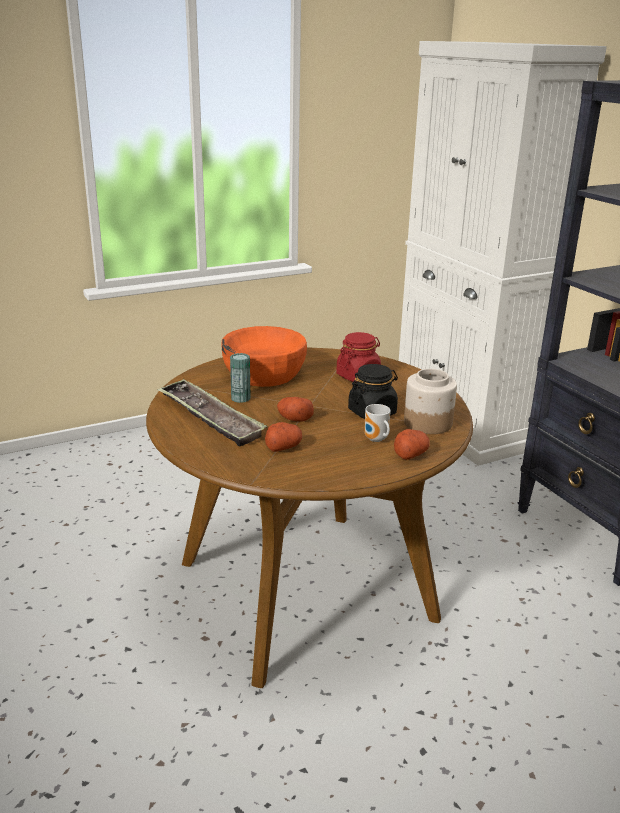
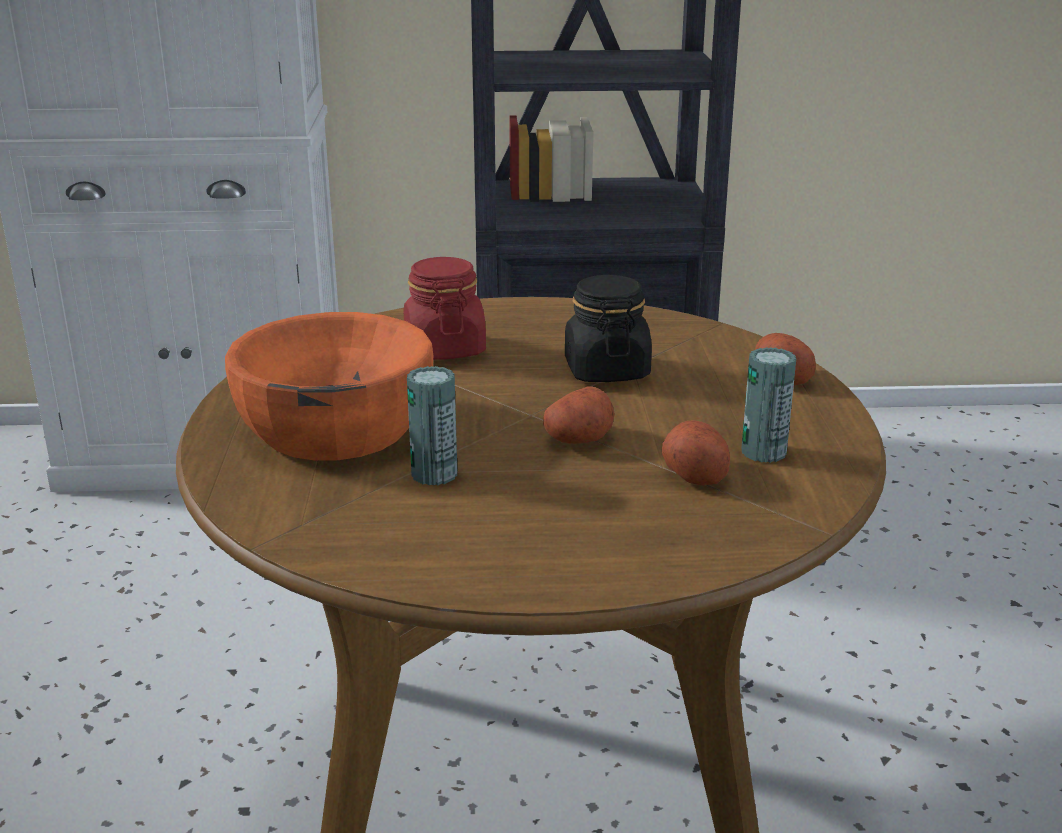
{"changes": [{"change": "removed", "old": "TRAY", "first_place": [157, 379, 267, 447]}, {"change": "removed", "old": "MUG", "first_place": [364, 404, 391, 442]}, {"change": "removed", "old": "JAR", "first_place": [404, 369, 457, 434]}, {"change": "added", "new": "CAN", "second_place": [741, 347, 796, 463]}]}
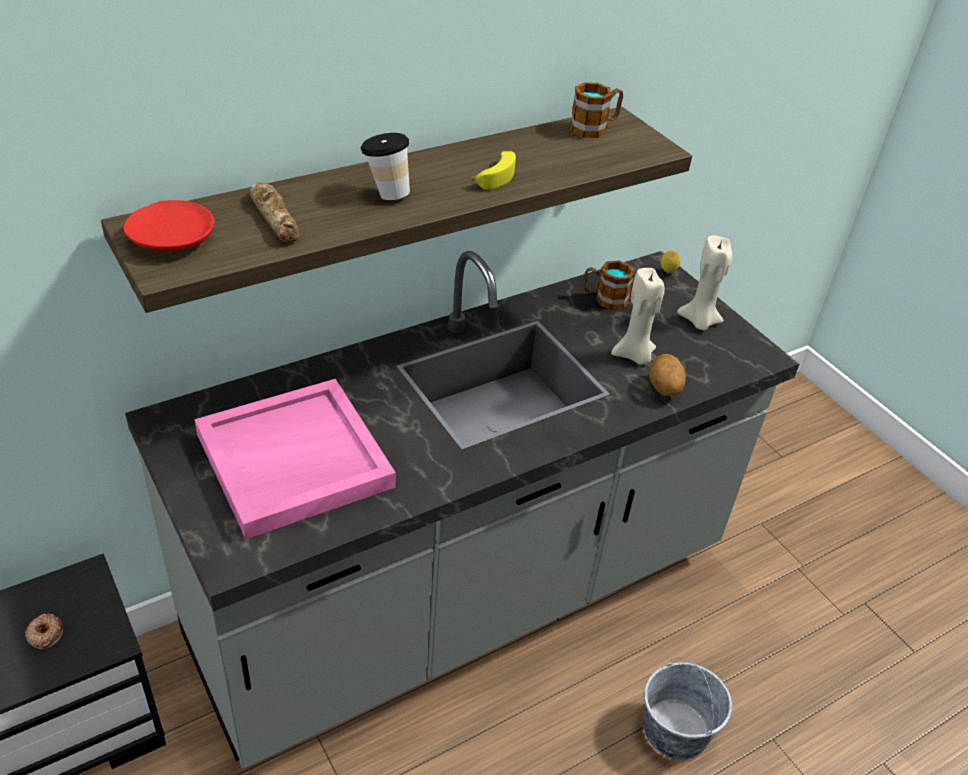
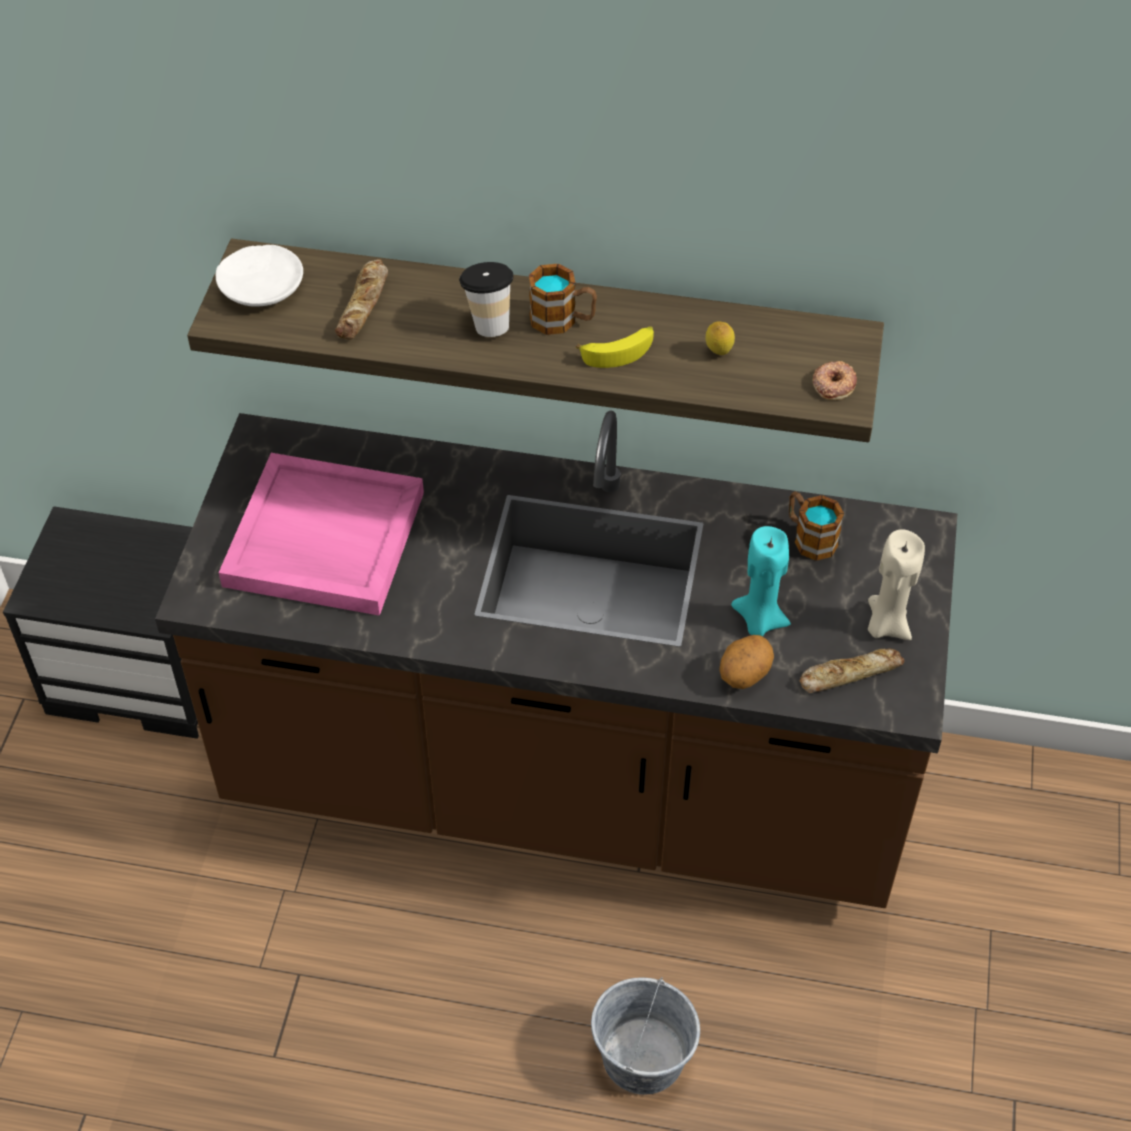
{"changes": [{"change": "added", "new": "BREAD", "second_place": [800, 648, 904, 693]}, {"change": "moved", "old": "DONUT", "first_place": [25, 613, 63, 650], "second_place": [813, 361, 857, 400]}, {"change": "moved", "old": "MUG", "first_place": [570, 82, 623, 138], "second_place": [529, 264, 597, 335]}, {"change": "moved", "old": "LEMON", "first_place": [661, 251, 681, 274], "second_place": [706, 321, 735, 355]}, {"change": "recoloured", "old": "RED PLATE", "new": "WHITE PLATE", "first_place": [123, 200, 214, 252], "second_place": [216, 245, 303, 307]}, {"change": "recoloured", "old": "GREY COUNTER", "new": "BROWN COUNTER", "first_place": [125, 251, 799, 769], "second_place": [155, 410, 958, 908]}, {"change": "recoloured", "old": "BEIGE CANDLE", "new": "TURQUOISE CANDLE", "first_place": [611, 268, 664, 365], "second_place": [731, 526, 791, 637]}]}
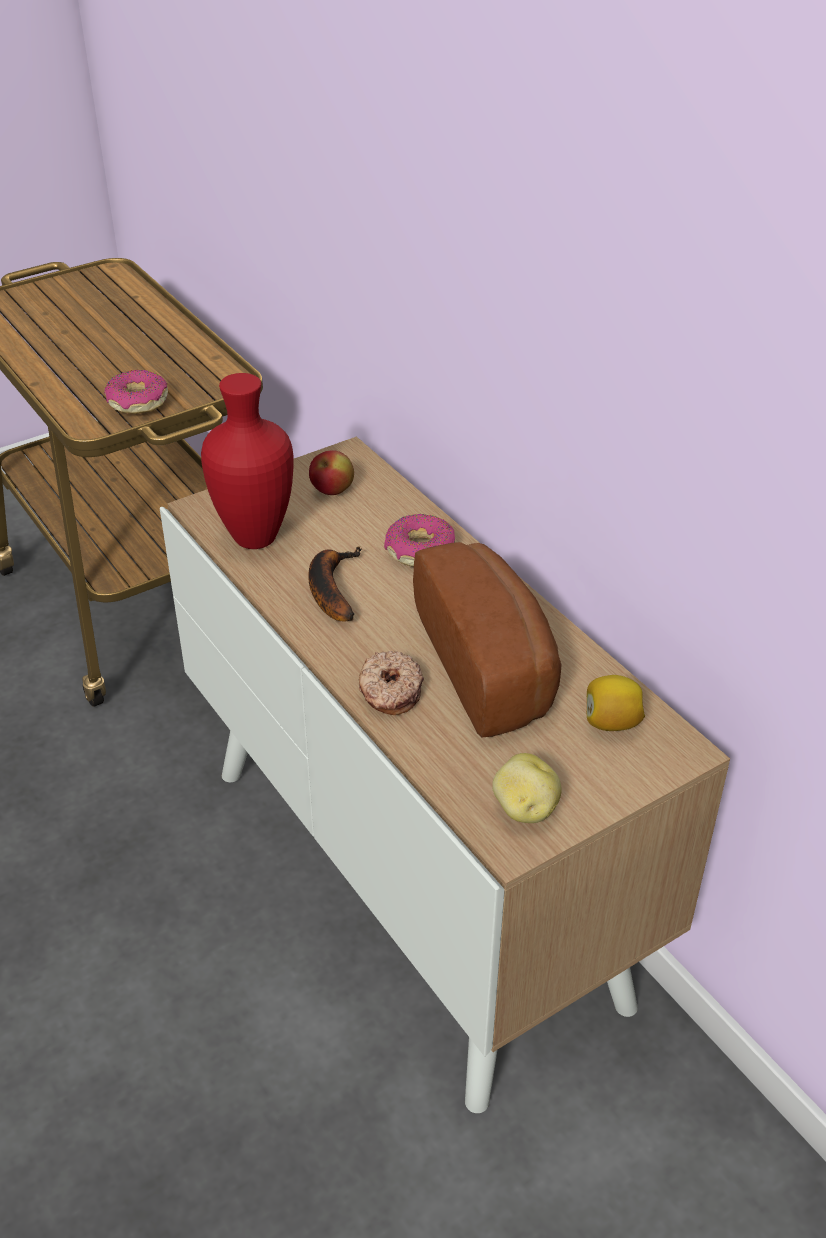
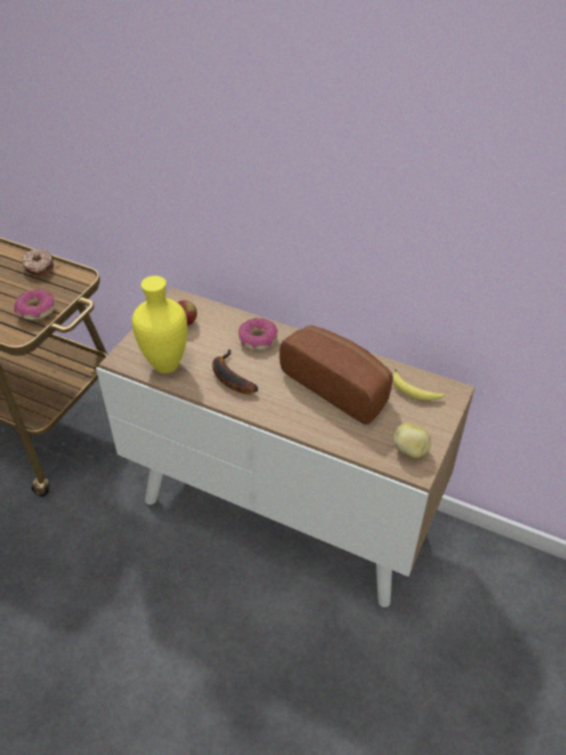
{"changes": [{"change": "moved", "old": "DONUT", "first_place": [359, 651, 424, 715], "second_place": [22, 249, 54, 275]}, {"change": "replaced", "old": "LEMON", "new": "BANANA", "first_place": [587, 675, 645, 731], "second_place": [393, 369, 445, 400]}, {"change": "recoloured", "old": "RED VASE", "new": "YELLOW VASE", "first_place": [201, 373, 294, 549], "second_place": [132, 276, 188, 373]}]}
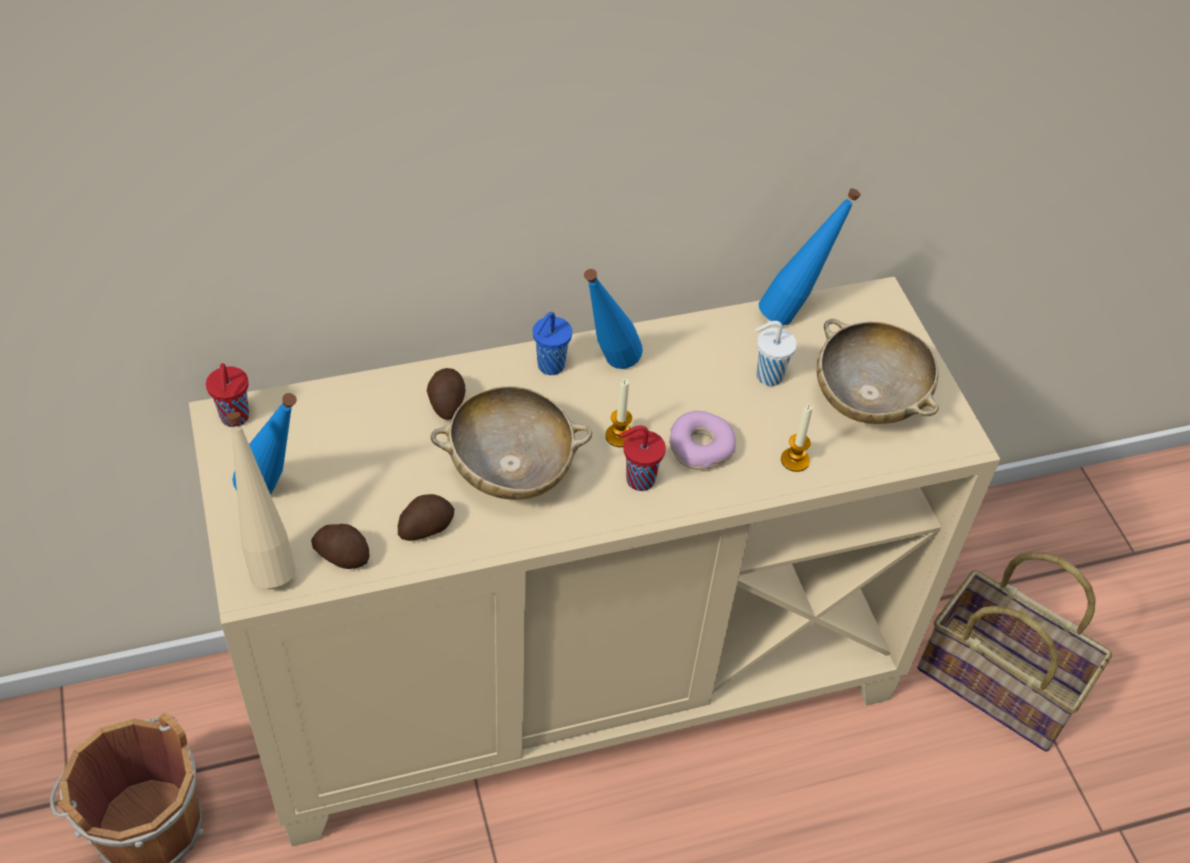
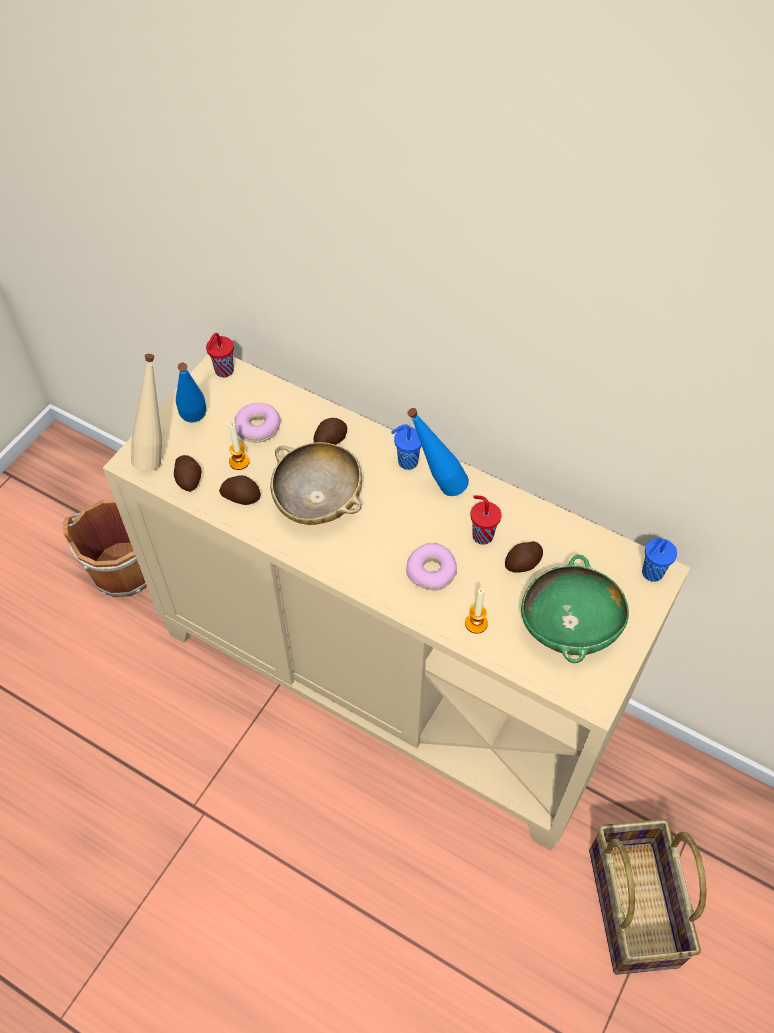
{"changes": [{"change": "removed", "old": "BLUE BOTTLE", "first_place": [759, 188, 861, 325]}, {"change": "added", "new": "DONUT", "second_place": [235, 403, 281, 442]}, {"change": "added", "new": "BLUE CUP", "second_place": [642, 538, 677, 582]}, {"change": "moved", "old": "CANDLE", "first_place": [605, 379, 632, 447], "second_place": [229, 423, 250, 470]}, {"change": "moved", "old": "RED CUP", "first_place": [620, 426, 666, 491], "second_place": [471, 496, 501, 545]}, {"change": "replaced", "old": "WHITE CUP", "new": "POTATO", "first_place": [755, 321, 797, 386], "second_place": [505, 541, 543, 573]}, {"change": "recoloured", "old": "BEIGE BOWL", "new": "GREEN BOWL", "first_place": [816, 319, 939, 424], "second_place": [521, 555, 629, 663]}]}
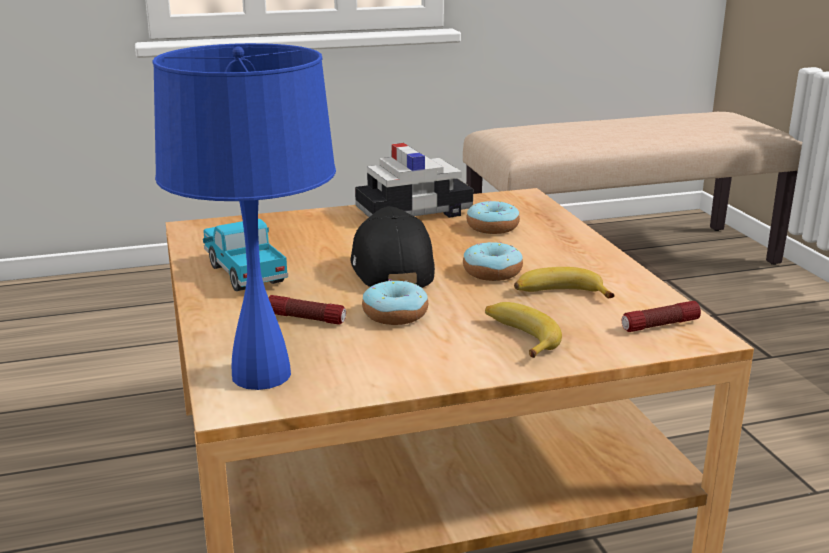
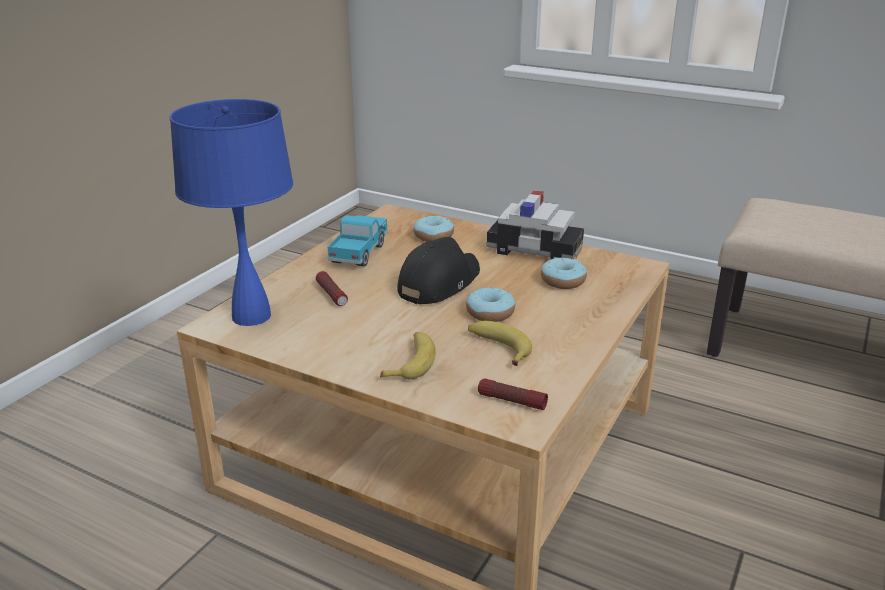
{"changes": [{"change": "moved", "old": "DONUT", "first_place": [362, 279, 428, 325], "second_place": [413, 216, 454, 242]}]}
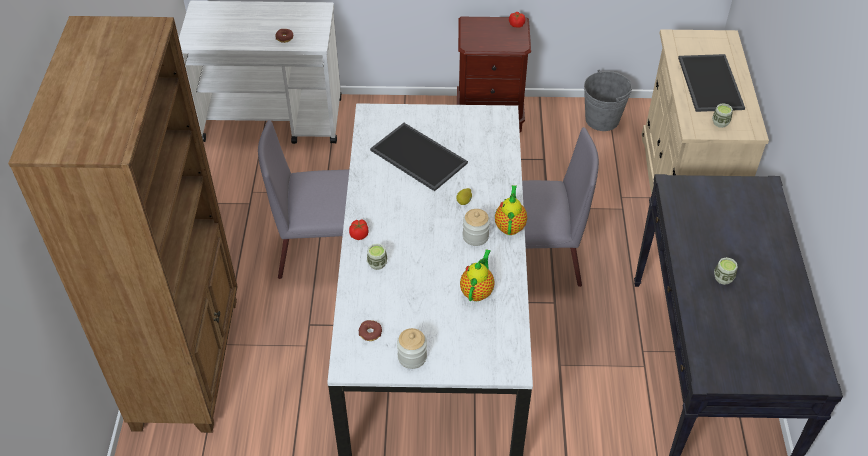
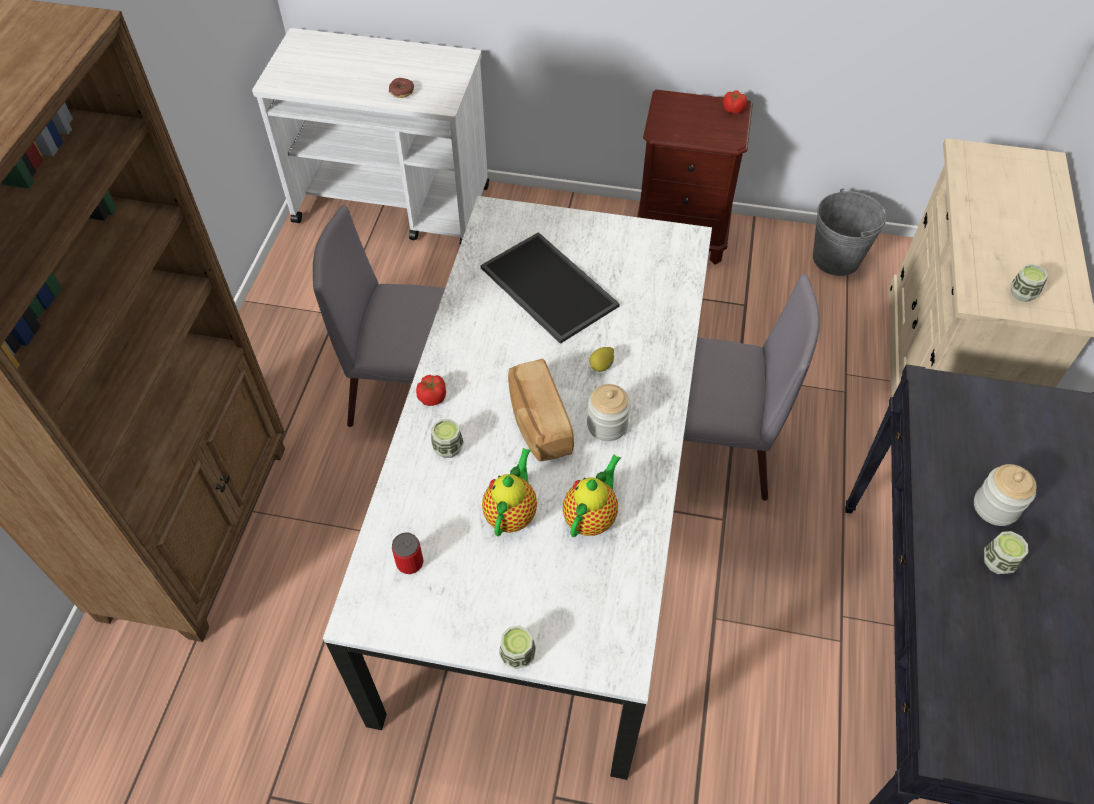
{"changes": [{"change": "removed", "old": "TRAY", "first_place": [678, 54, 745, 112]}, {"change": "added", "new": "CUP", "second_place": [499, 626, 536, 669]}, {"change": "added", "new": "BREAD", "second_place": [508, 359, 574, 462]}, {"change": "moved", "old": "JAR", "first_place": [397, 328, 427, 369], "second_place": [974, 464, 1036, 526]}, {"change": "moved", "old": "TEAPOT", "first_place": [495, 185, 527, 235], "second_place": [482, 448, 537, 536]}, {"change": "replaced", "old": "DONUT", "new": "CAN", "first_place": [359, 320, 382, 341], "second_place": [392, 532, 423, 574]}]}
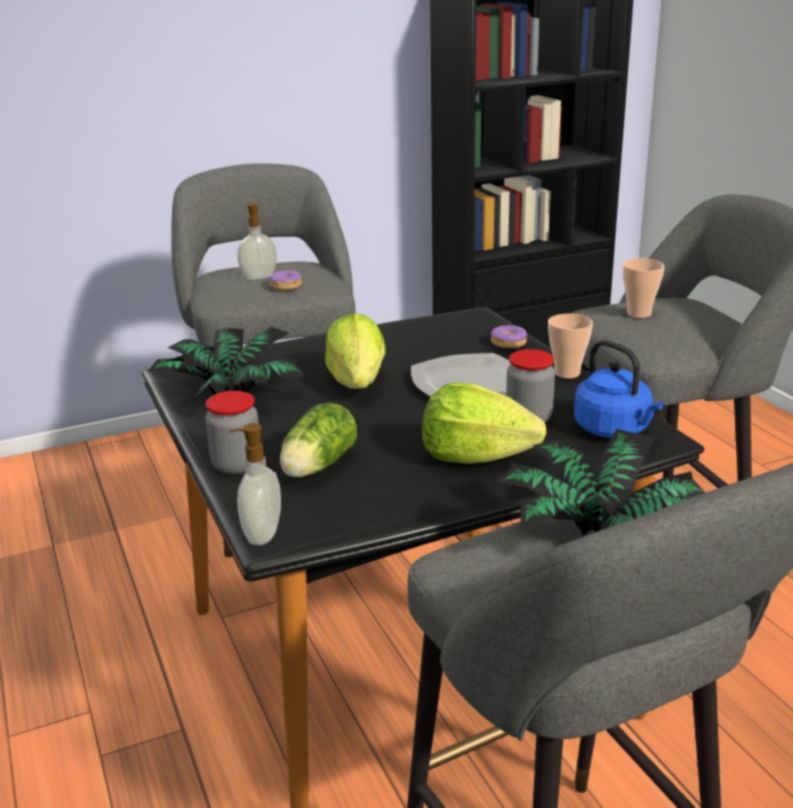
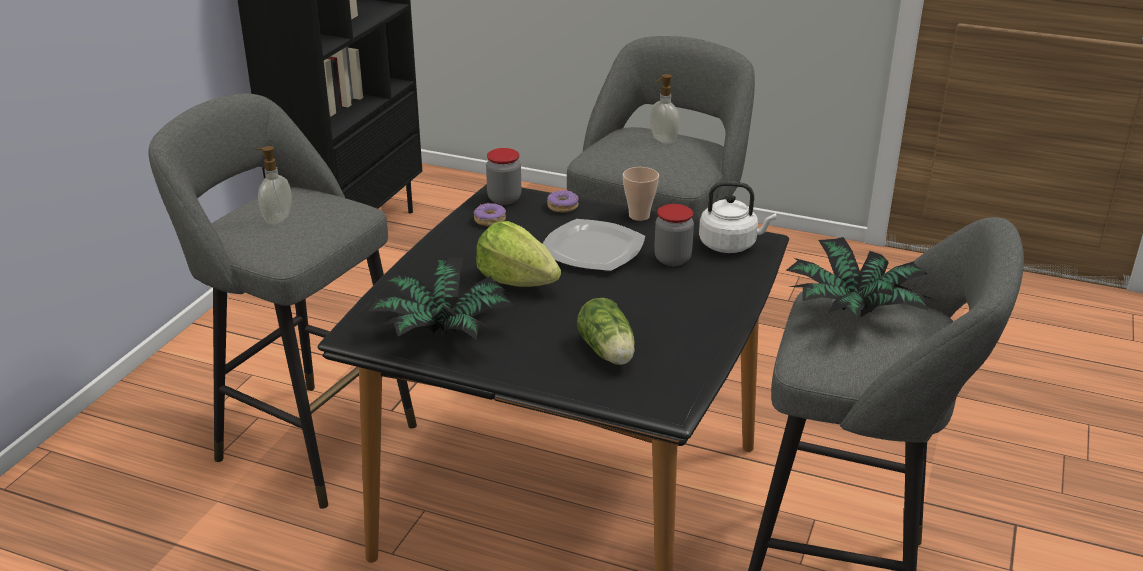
{"changes": [{"change": "removed", "old": "LETTUCE", "first_place": [422, 382, 546, 464]}, {"change": "removed", "old": "CUP", "first_place": [623, 258, 665, 318]}, {"change": "moved", "old": "JAR", "first_place": [205, 391, 259, 475], "second_place": [486, 148, 521, 205]}, {"change": "moved", "old": "SOAP DISPENSER", "first_place": [229, 423, 281, 545], "second_place": [650, 74, 679, 144]}, {"change": "moved", "old": "DONUT", "first_place": [268, 269, 302, 290], "second_place": [474, 203, 506, 226]}, {"change": "recoloured", "old": "BLUE KETTLE", "new": "WHITE KETTLE", "first_place": [574, 340, 663, 438], "second_place": [699, 181, 776, 253]}]}
